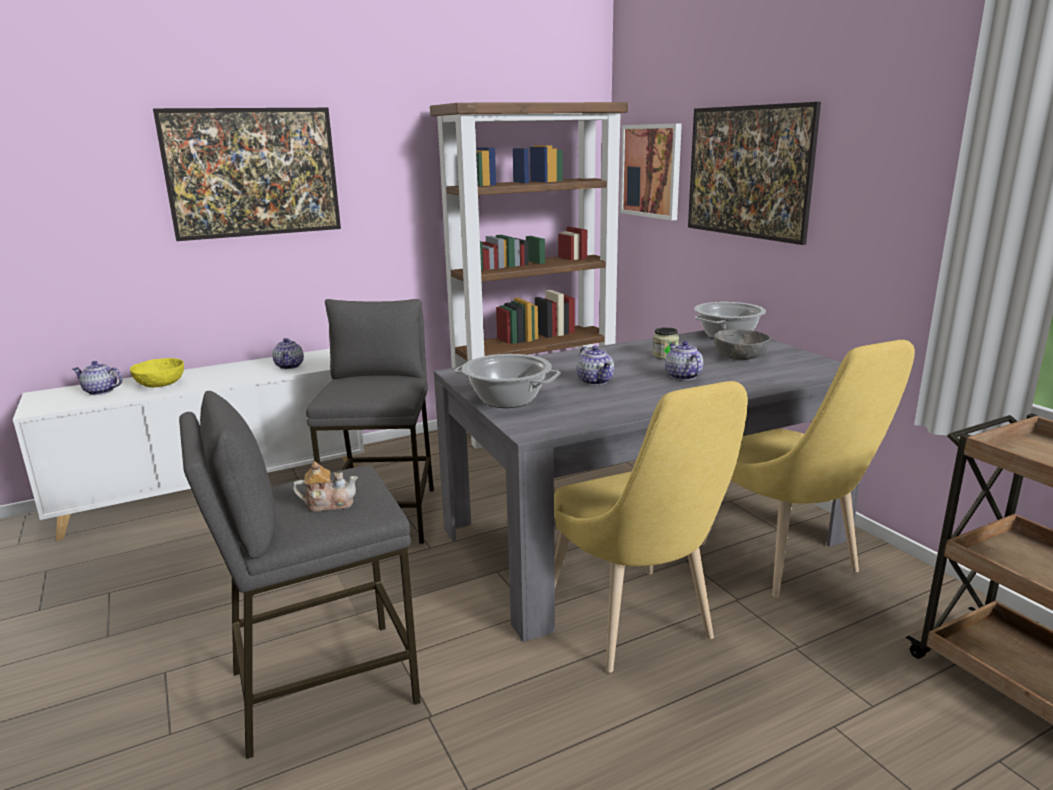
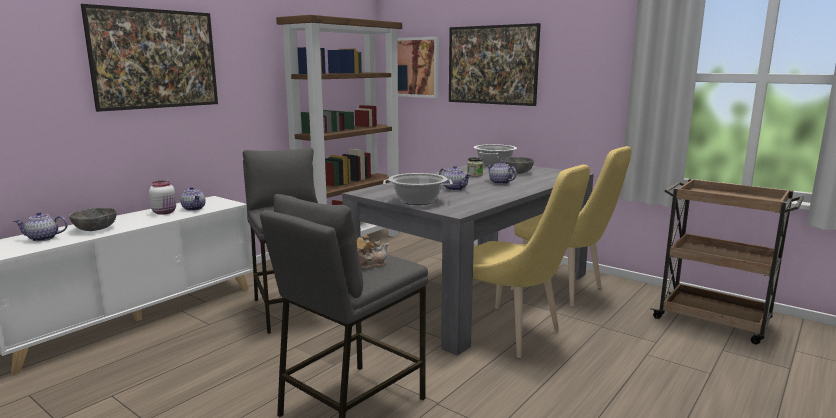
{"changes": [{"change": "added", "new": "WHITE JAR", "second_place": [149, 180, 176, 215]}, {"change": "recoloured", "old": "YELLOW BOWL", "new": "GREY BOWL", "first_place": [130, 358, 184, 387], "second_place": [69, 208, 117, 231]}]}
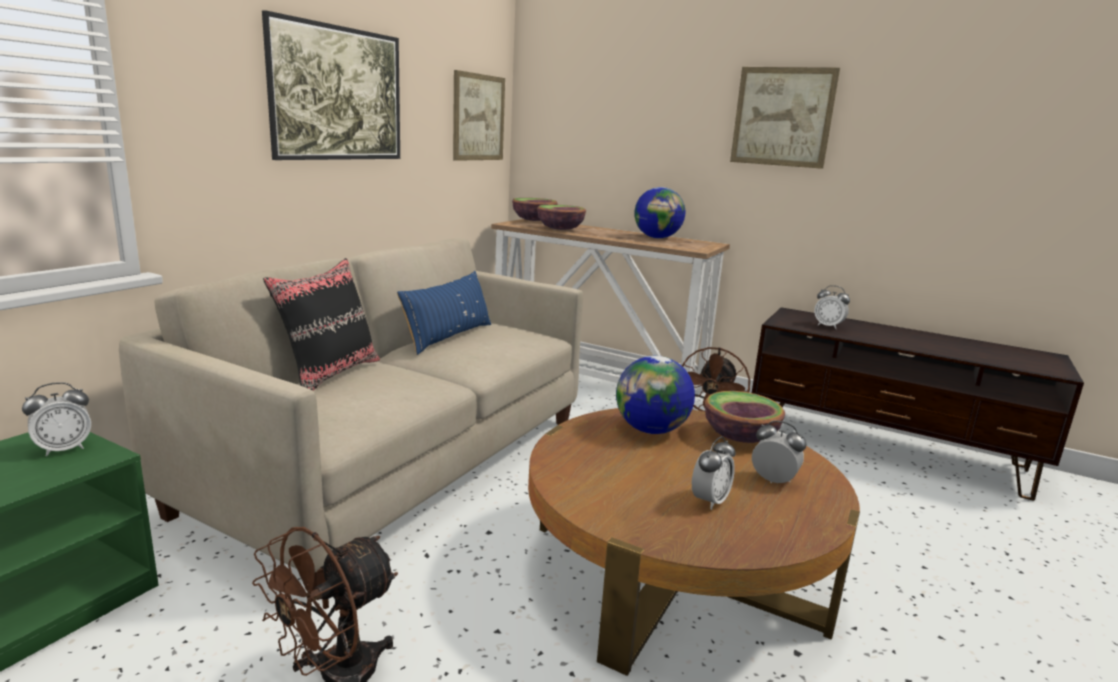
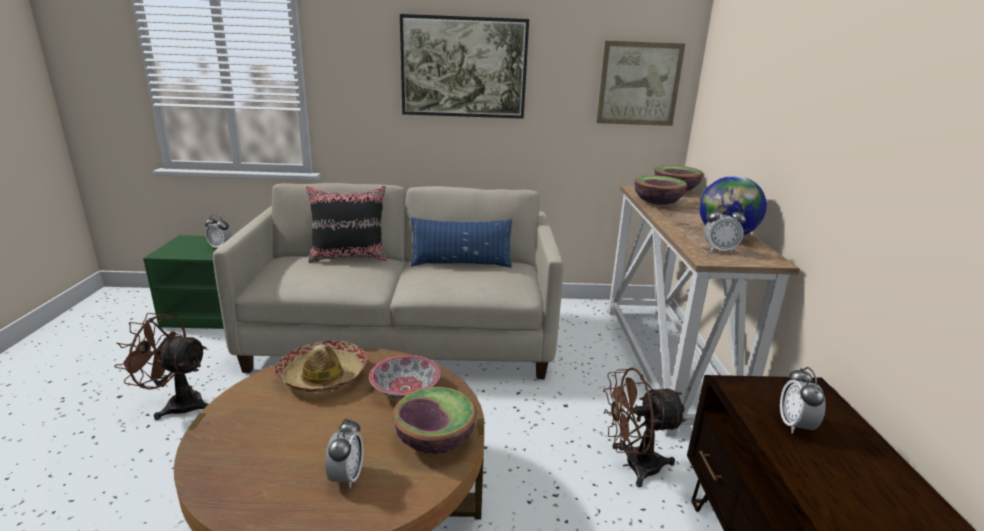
{"changes": [{"change": "removed", "old": "PICTURE", "first_place": [730, 67, 840, 169]}, {"change": "added", "new": "HAT", "second_place": [274, 341, 367, 392]}, {"change": "moved", "old": "ALARM CLOCK", "first_place": [692, 437, 735, 510], "second_place": [704, 204, 746, 253]}, {"change": "replaced", "old": "GLOBE", "new": "BOWL", "first_place": [616, 356, 695, 434], "second_place": [369, 355, 440, 399]}]}
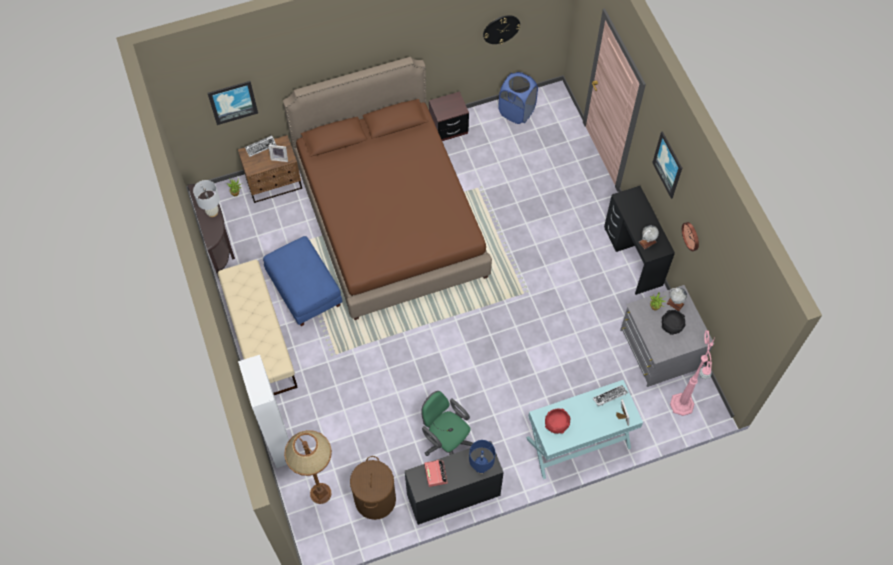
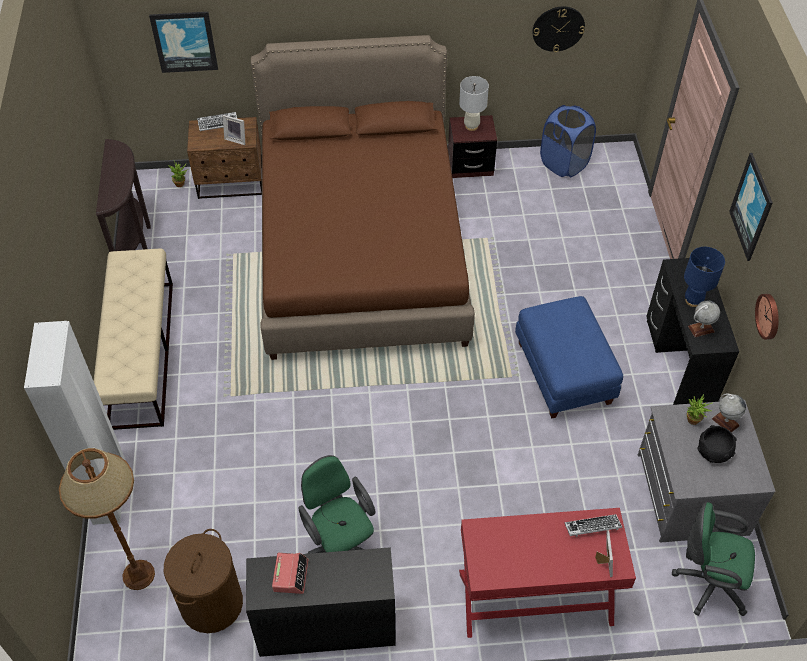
{"changes": [{"change": "removed", "old": "RED BOWL", "first_place": [545, 408, 571, 434]}, {"change": "moved", "old": "WHITE TABLE LAMP", "first_place": [193, 180, 220, 217], "second_place": [459, 76, 489, 131]}, {"change": "moved", "old": "BLUE OTTOMAN", "first_place": [263, 236, 343, 326], "second_place": [515, 296, 623, 419]}, {"change": "moved", "old": "BLUE TABLE LAMP", "first_place": [469, 440, 495, 474], "second_place": [684, 247, 725, 307]}, {"change": "replaced", "old": "PINK FLOOR LAMP", "new": "GREEN OFFICE CHAIR", "first_place": [670, 330, 715, 416], "second_place": [672, 502, 755, 616]}, {"change": "recoloured", "old": "TURQUOISE CONSOLE TABLE", "new": "RED CONSOLE TABLE", "first_place": [526, 380, 643, 479], "second_place": [459, 508, 636, 638]}]}
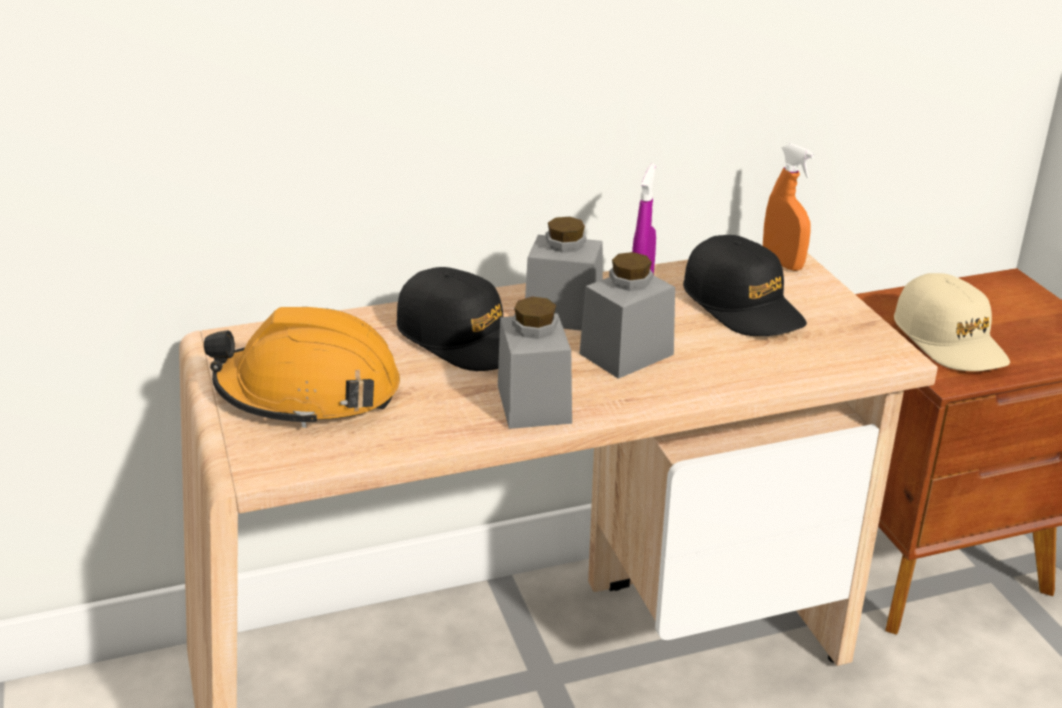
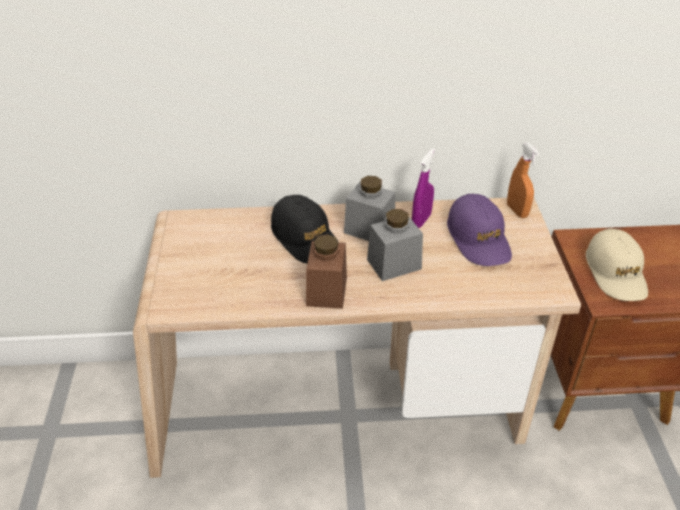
{"changes": [{"change": "removed", "old": "ORANGE HARD HAT", "first_place": [204, 307, 400, 428]}, {"change": "recoloured", "old": "GREY JAR", "new": "BROWN JAR", "first_place": [498, 297, 572, 429], "second_place": [306, 234, 347, 309]}, {"change": "recoloured", "old": "BLACK CAP", "new": "PURPLE CAP", "first_place": [683, 235, 807, 336], "second_place": [447, 194, 512, 266]}]}
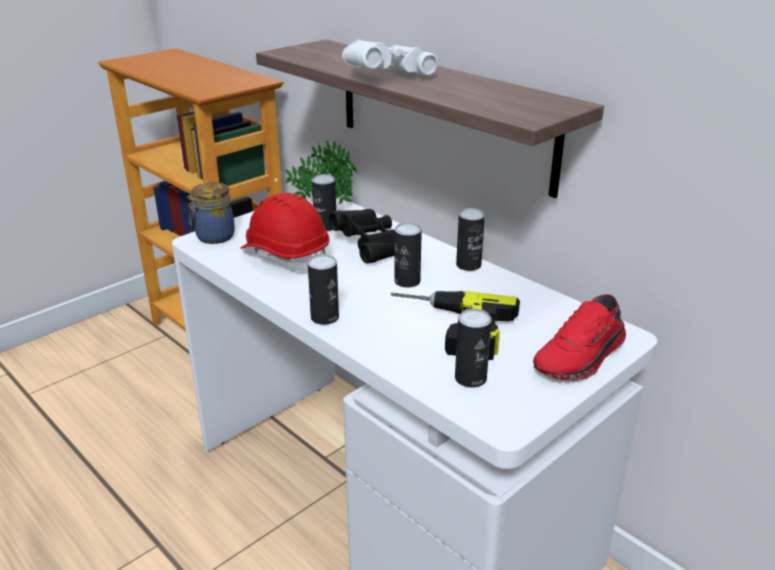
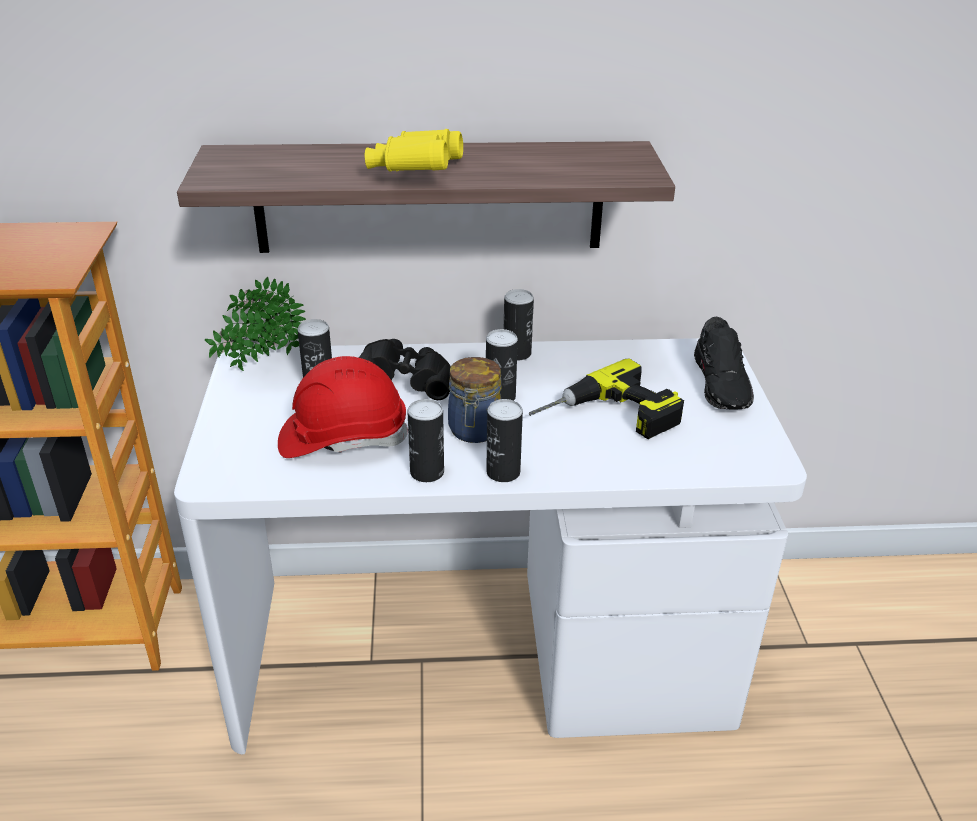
{"changes": [{"change": "moved", "old": "JAR", "first_place": [187, 182, 235, 244], "second_place": [448, 357, 501, 443]}, {"change": "moved", "old": "CAN", "first_place": [455, 308, 492, 388], "second_place": [407, 399, 444, 482]}, {"change": "recoloured", "old": "WHITE BINOCULARS", "new": "YELLOW BINOCULARS", "first_place": [342, 40, 438, 76], "second_place": [365, 129, 463, 172]}, {"change": "recoloured", "old": "RED SHOE", "new": "BLACK SHOE", "first_place": [533, 294, 626, 381], "second_place": [694, 317, 754, 410]}]}
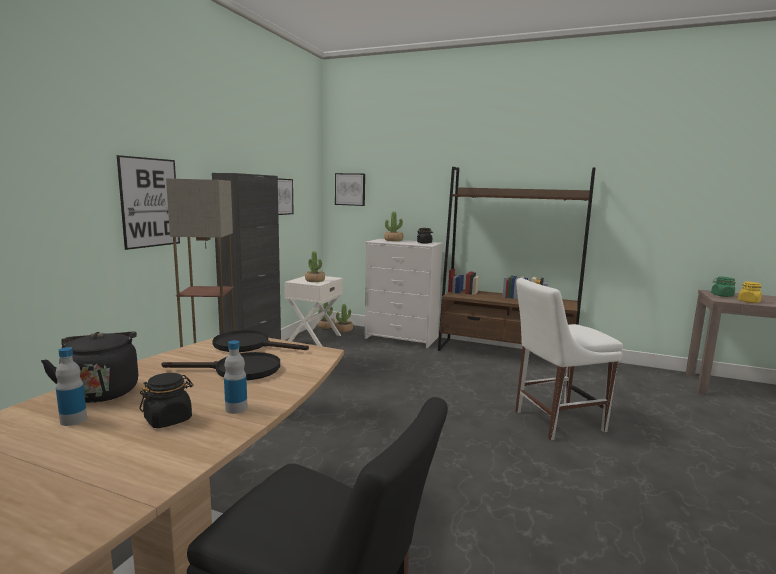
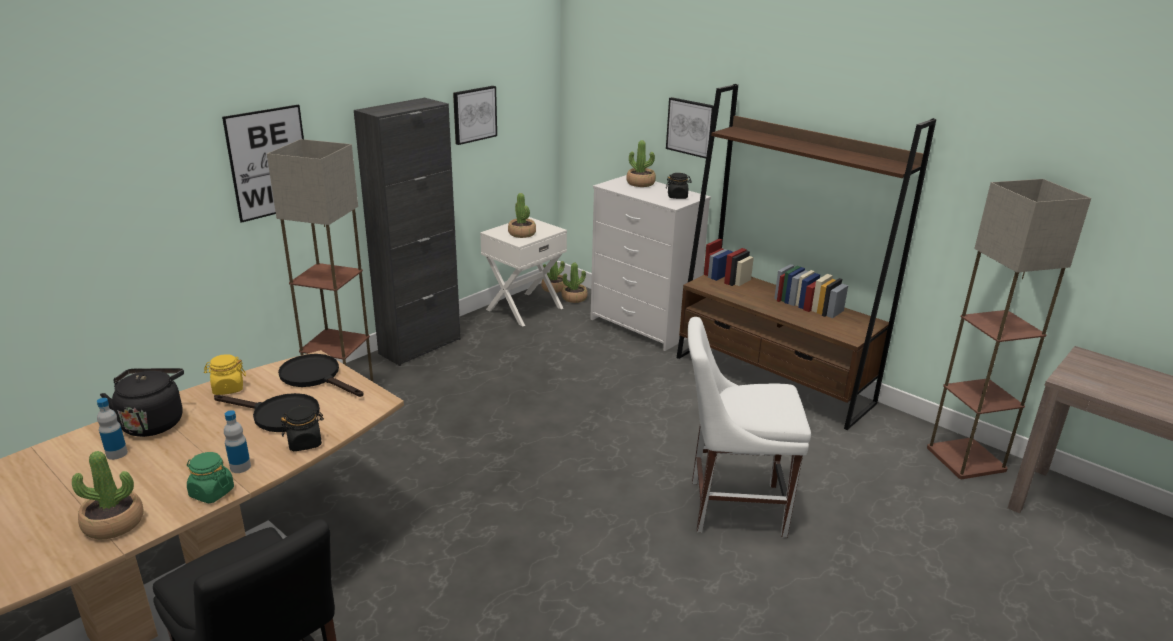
{"changes": [{"change": "added", "new": "POTTED PLANT", "second_place": [72, 451, 144, 540]}, {"change": "added", "new": "FLOOR LAMP", "second_place": [927, 179, 1091, 479]}, {"change": "moved", "old": "BLACK JAR", "first_place": [140, 373, 193, 428], "second_place": [281, 405, 324, 451]}, {"change": "moved", "old": "PICTURE", "first_place": [335, 173, 365, 206], "second_place": [666, 97, 714, 159]}, {"change": "moved", "old": "GREEN JAR", "first_place": [711, 276, 736, 297], "second_place": [187, 452, 234, 503]}, {"change": "moved", "old": "YELLOW JAR", "first_place": [738, 282, 762, 303], "second_place": [204, 354, 246, 395]}]}
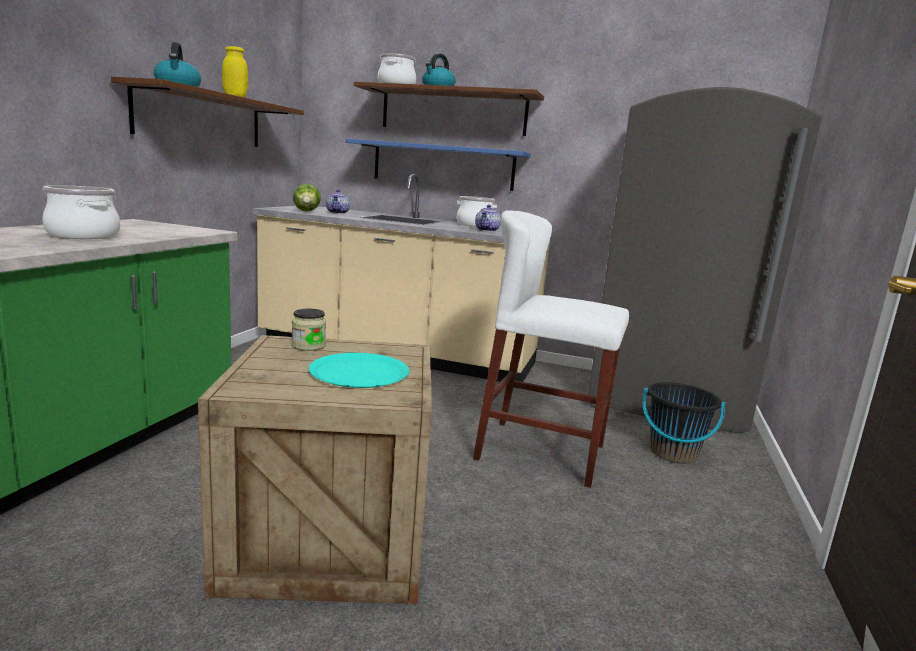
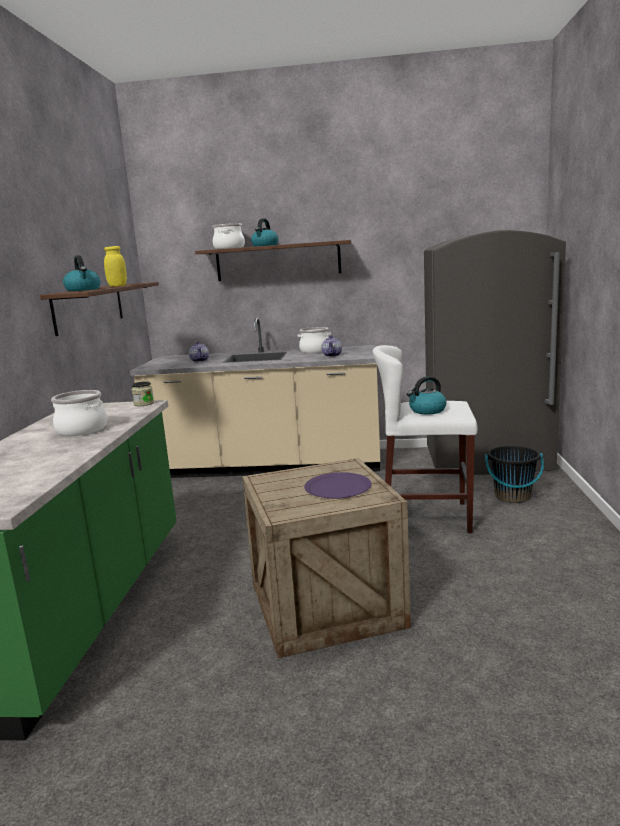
{"changes": [{"change": "removed", "old": "LETTUCE", "first_place": [293, 184, 321, 212]}, {"change": "removed", "old": "BLUE SHELF", "first_place": [346, 138, 531, 191]}, {"change": "added", "new": "KETTLE", "second_place": [407, 376, 446, 414]}, {"change": "moved", "old": "JAR", "first_place": [292, 309, 326, 351], "second_place": [132, 381, 154, 406]}, {"change": "recoloured", "old": "TURQUOISE PLATE", "new": "PURPLE PLATE", "first_place": [309, 353, 409, 388], "second_place": [304, 472, 372, 499]}]}
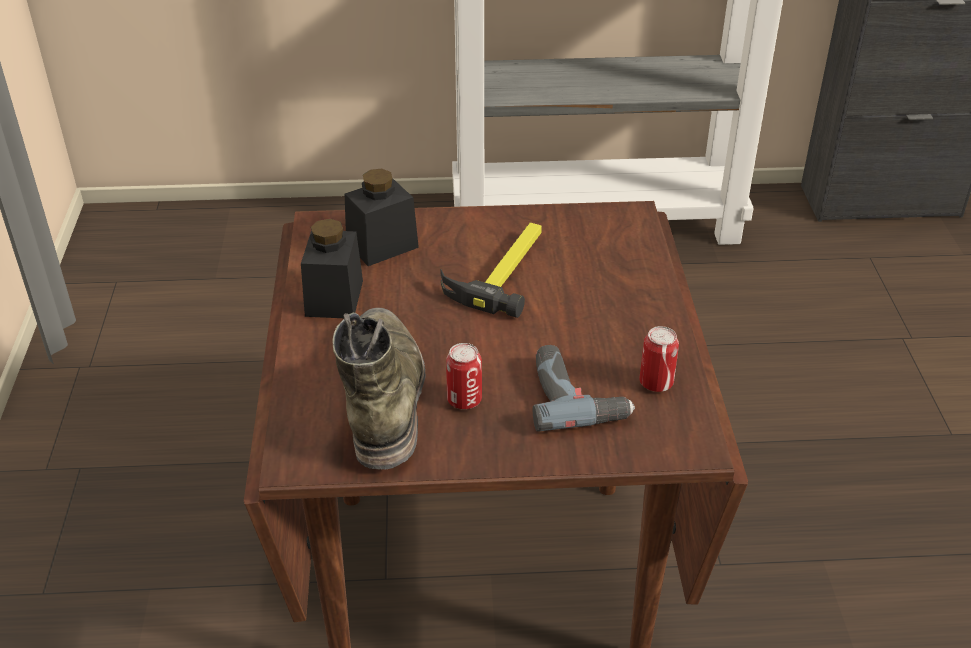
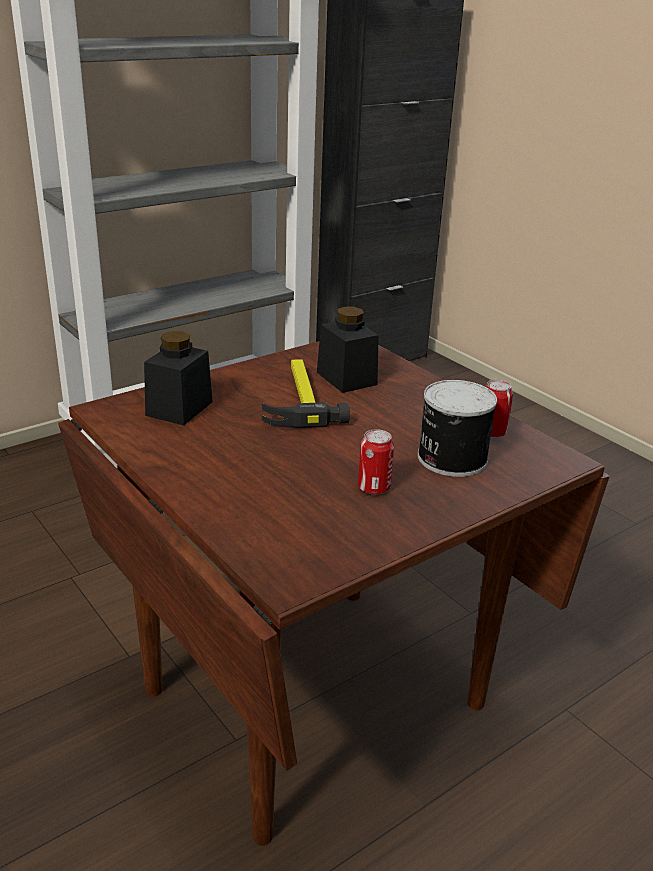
{"changes": [{"change": "removed", "old": "GREEN BOOT", "first_place": [332, 308, 426, 469]}, {"change": "moved", "old": "BLACK JAR", "first_place": [301, 219, 363, 318], "second_place": [317, 307, 379, 393]}, {"change": "replaced", "old": "POWER DRILL", "new": "CAN", "first_place": [533, 345, 635, 431], "second_place": [418, 380, 497, 477]}]}
